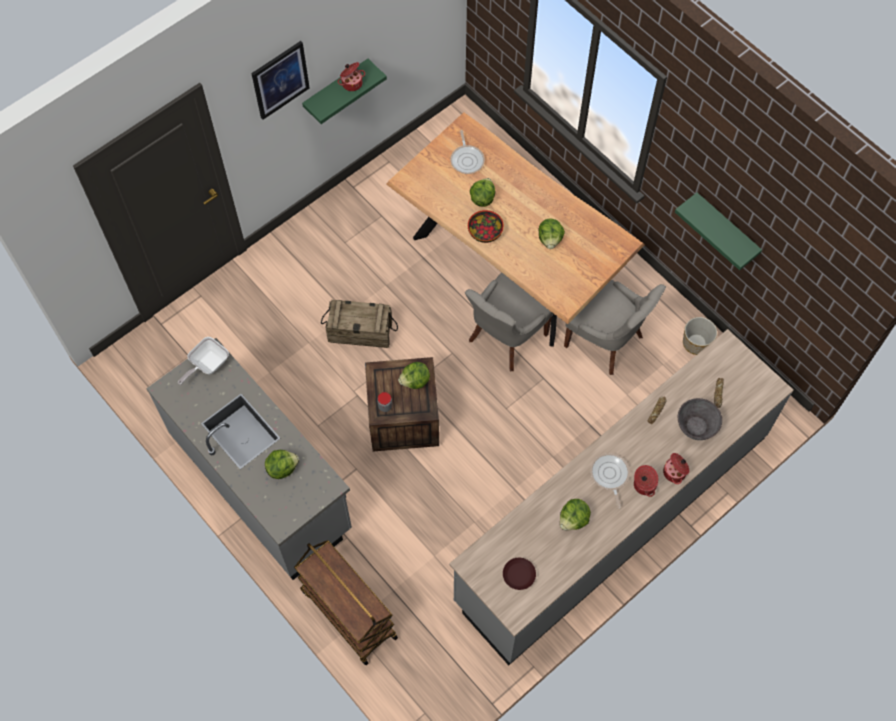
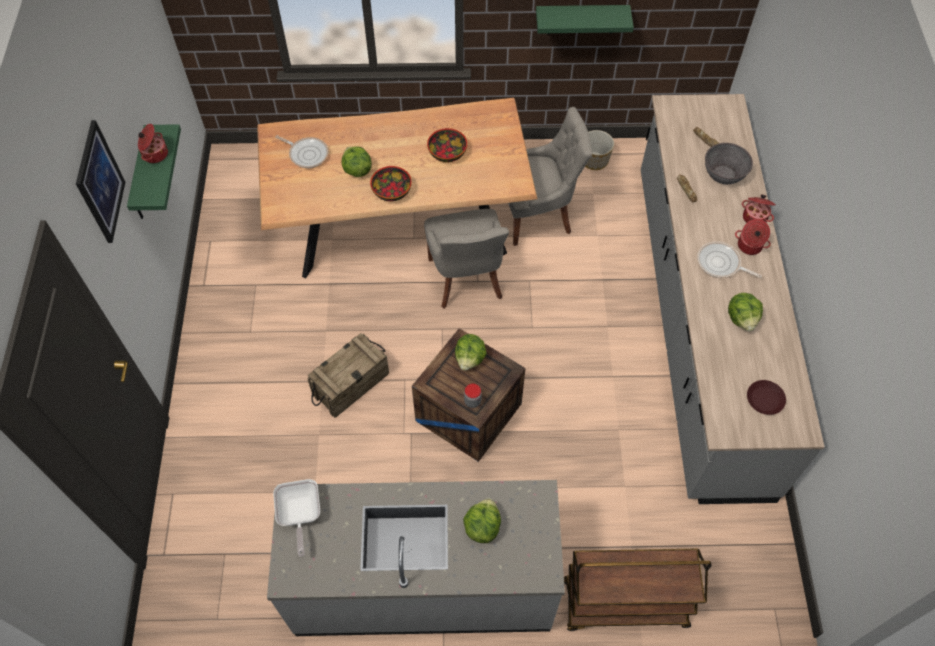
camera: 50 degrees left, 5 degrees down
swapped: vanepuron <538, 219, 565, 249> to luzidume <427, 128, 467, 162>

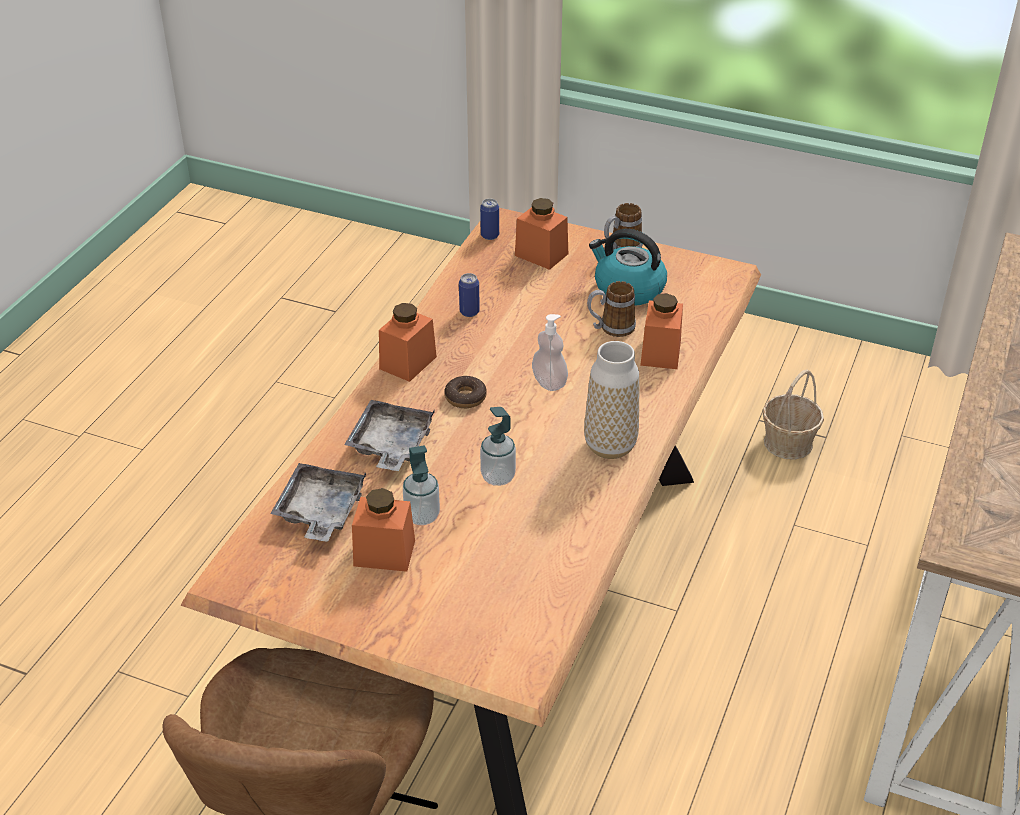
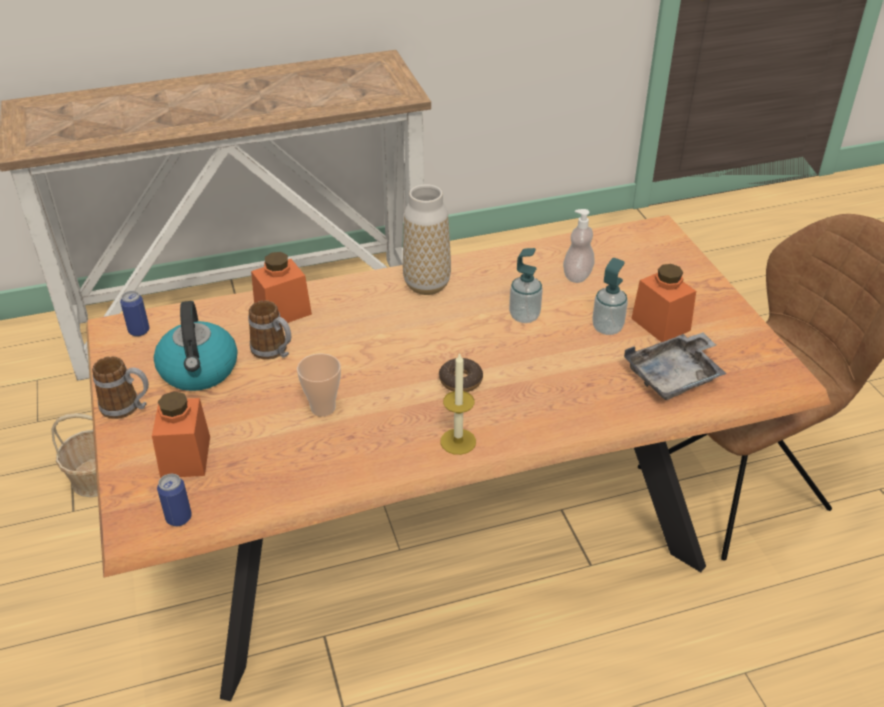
camera: 130 degrees left, 0 degrees up
gone: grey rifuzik <344, 400, 435, 471>
new: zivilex <297, 353, 341, 417>
shifted: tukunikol <459, 273, 480, 317> to <120, 291, 149, 336>; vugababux <532, 314, 568, 391> to <563, 209, 595, 283>
swapped: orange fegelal <379, 303, 437, 382> to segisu <440, 352, 476, 455>

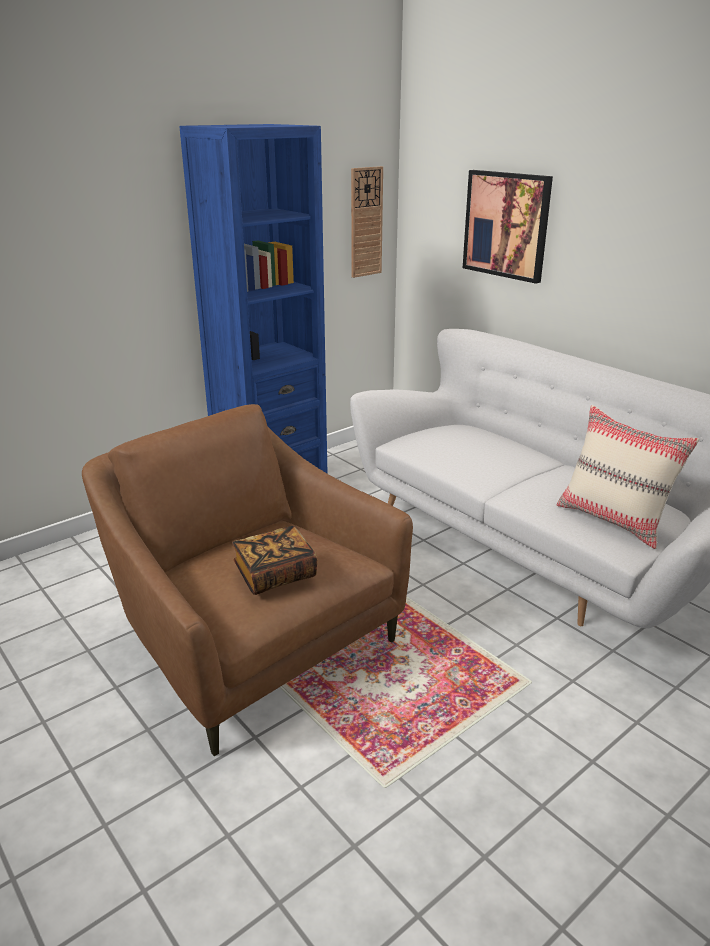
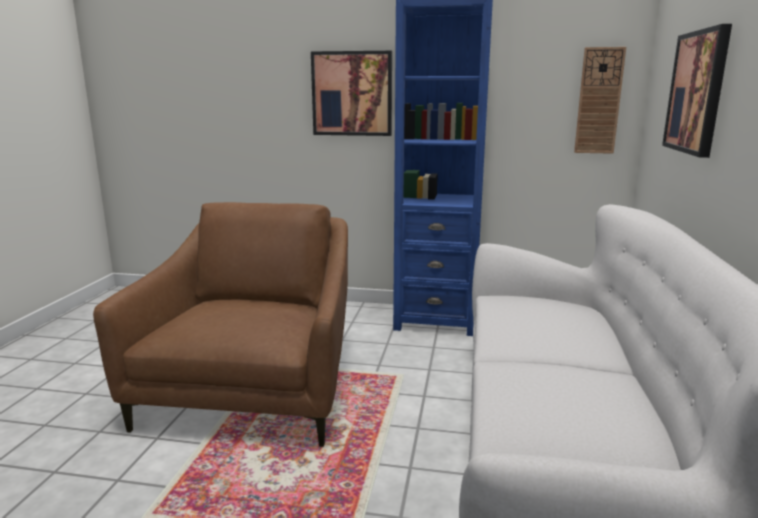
camera: 50 degrees right, 10 degrees down
gone: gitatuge <232, 526, 317, 595>; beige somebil <557, 405, 699, 549>
new: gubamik <311, 51, 392, 136>

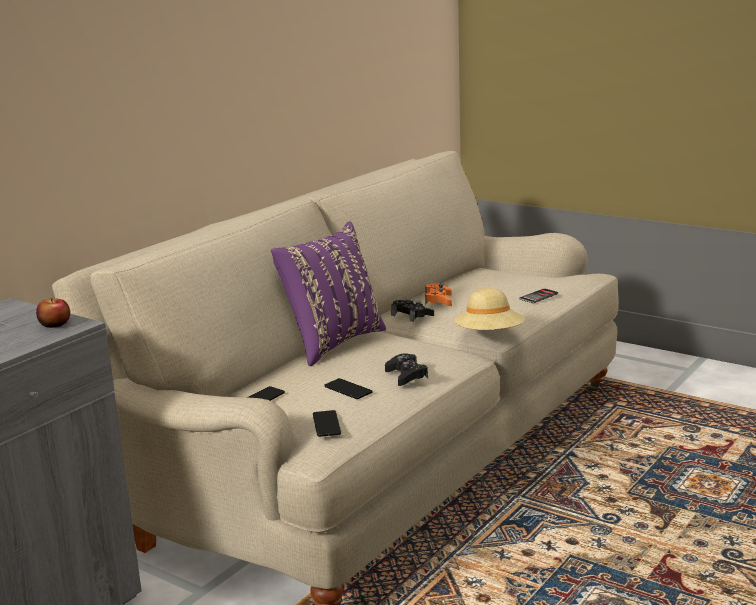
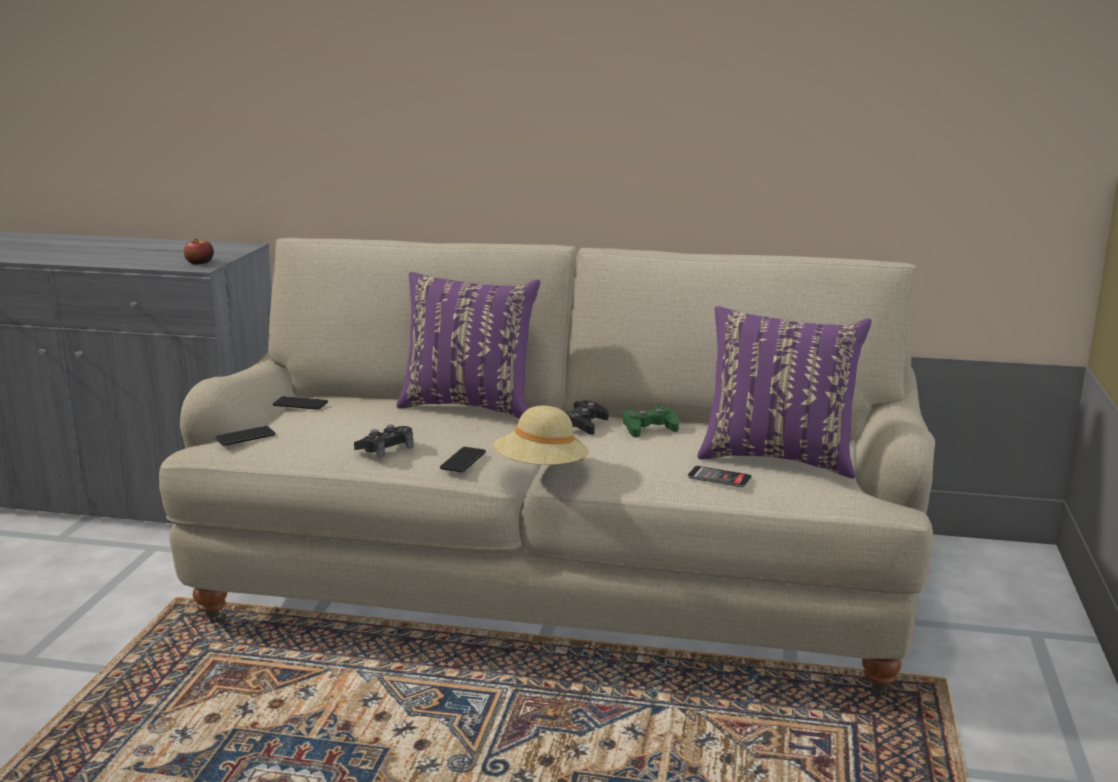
camera: 65 degrees right, 0 degrees up
new: purple somebil <697, 306, 871, 479>
shifted: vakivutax <324, 378, 373, 399> to <440, 447, 486, 472>
repainted: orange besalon <425, 283, 452, 306> to green besalon <623, 406, 679, 438>

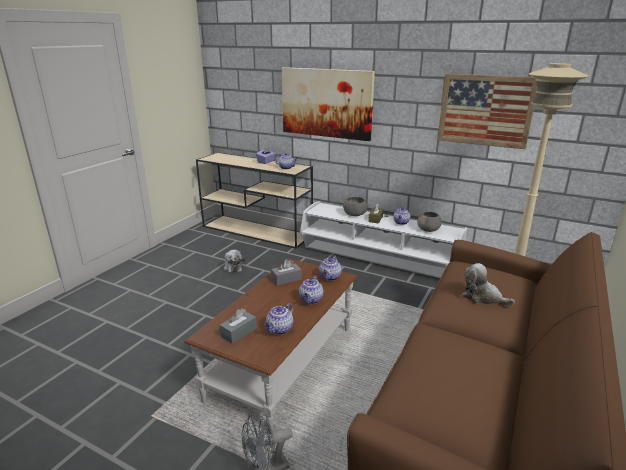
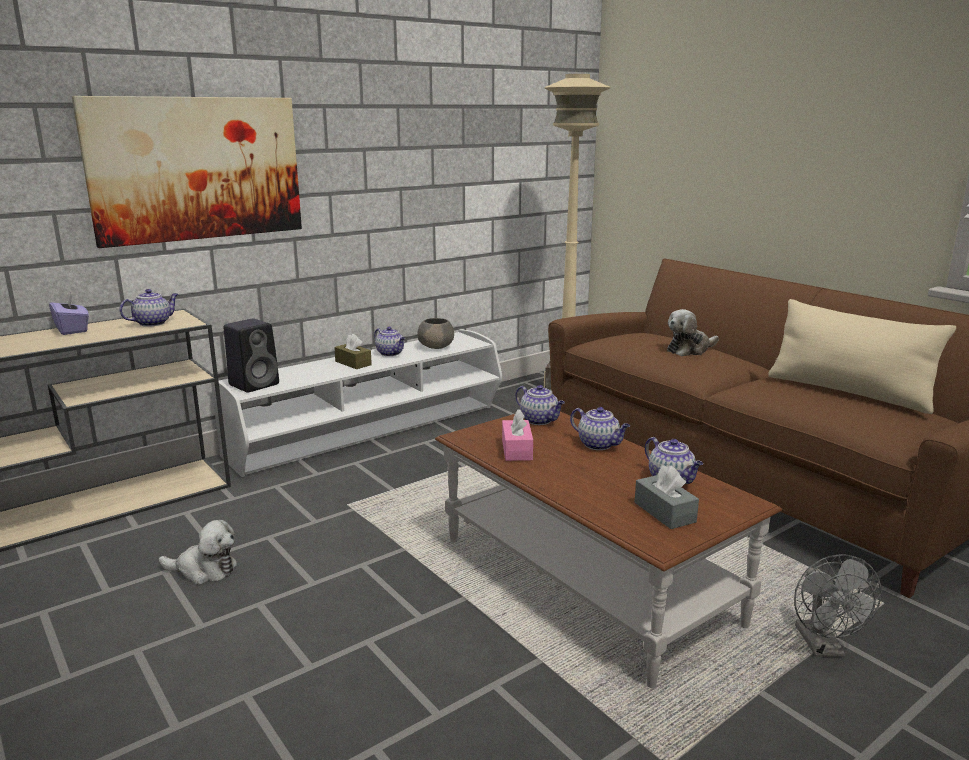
camera: 65 degrees left, 5 degrees down
gone: grey luzidume <343, 197, 368, 216>; gubamik <438, 74, 537, 149>
new: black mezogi <224, 318, 279, 392>; beige somebil <768, 299, 956, 414>
repainted: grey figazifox <271, 259, 302, 286> to pink figazifox <502, 410, 533, 461>

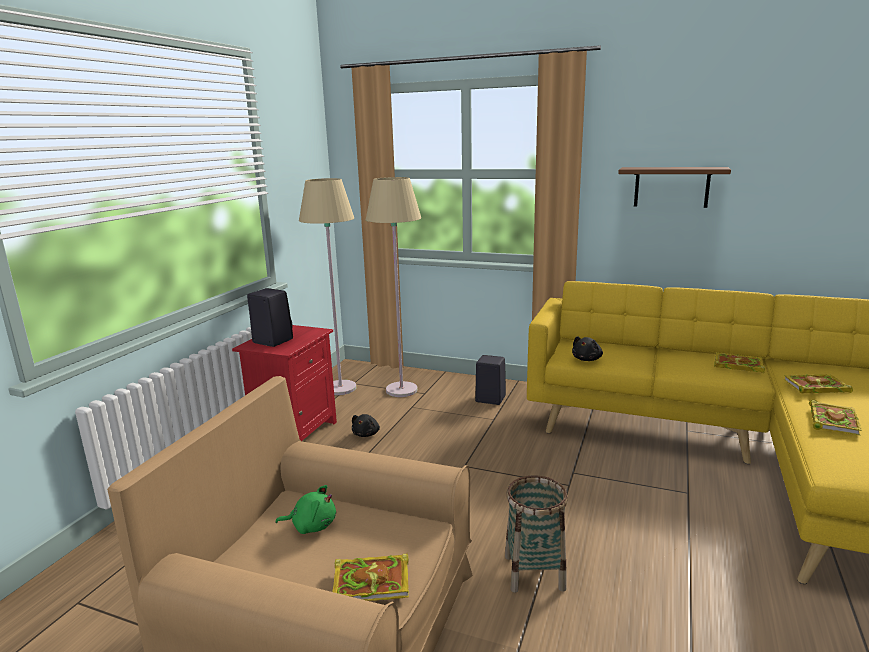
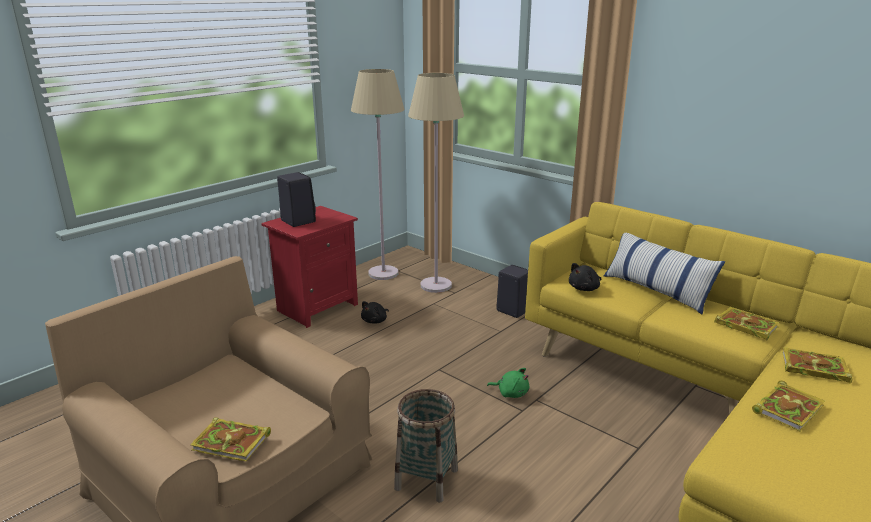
camera: 20 degrees right, 5 degrees up
gone: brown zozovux <618, 167, 731, 208>
new: somebil <604, 233, 725, 314>
shifted: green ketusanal <275, 485, 336, 534> to <487, 368, 529, 398>

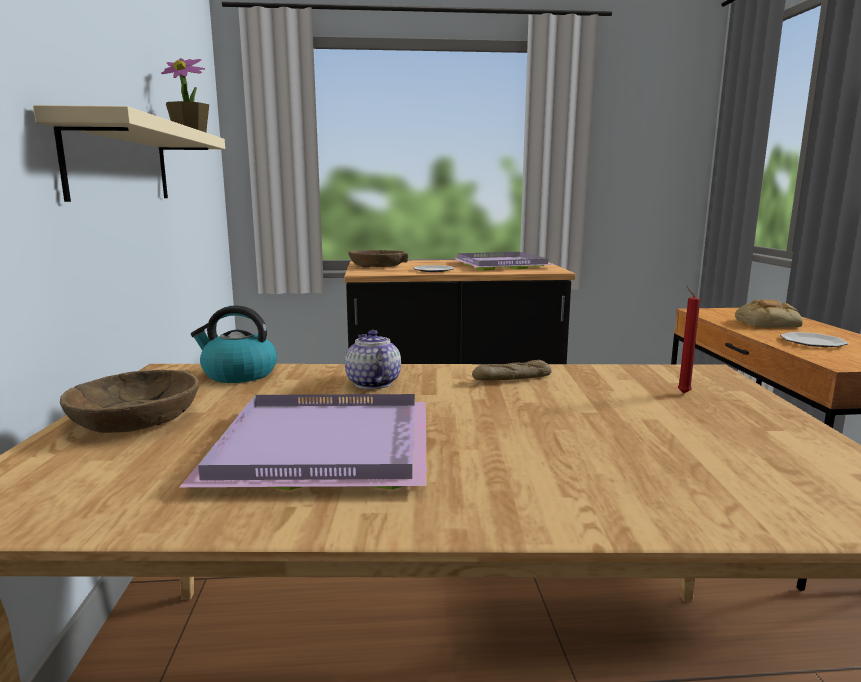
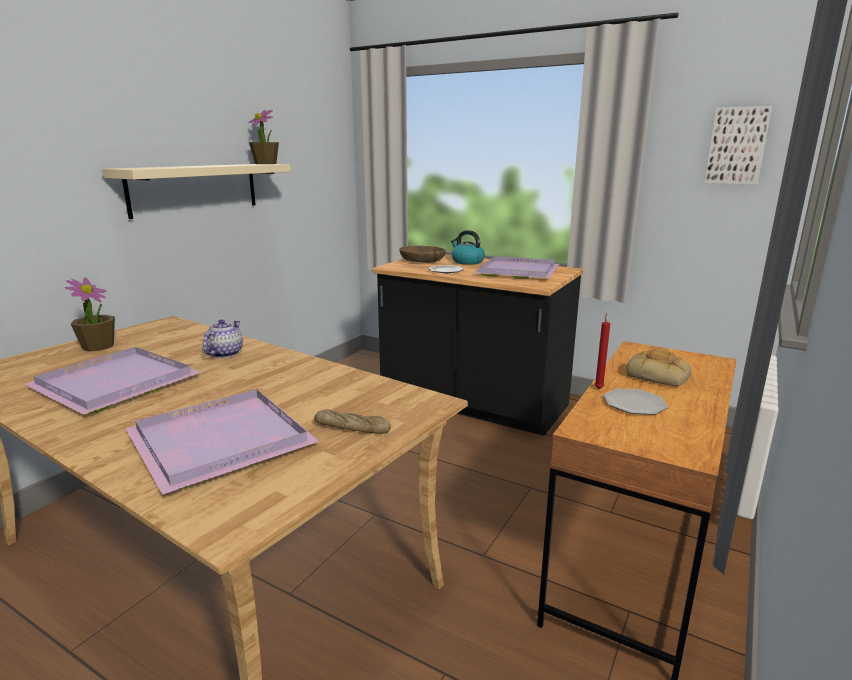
camera: 35 degrees right, 5 degrees up
new: purple rifuzik <126, 389, 319, 495>; gubamik <705, 106, 772, 185>
shifted: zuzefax <472, 360, 552, 381> to <314, 409, 391, 434>; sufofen <191, 305, 277, 383> to <451, 230, 485, 265>; red segisu <677, 286, 700, 393> to <594, 313, 610, 389>
swapped: brown luzidume <60, 370, 199, 433> to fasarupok <65, 278, 115, 351>

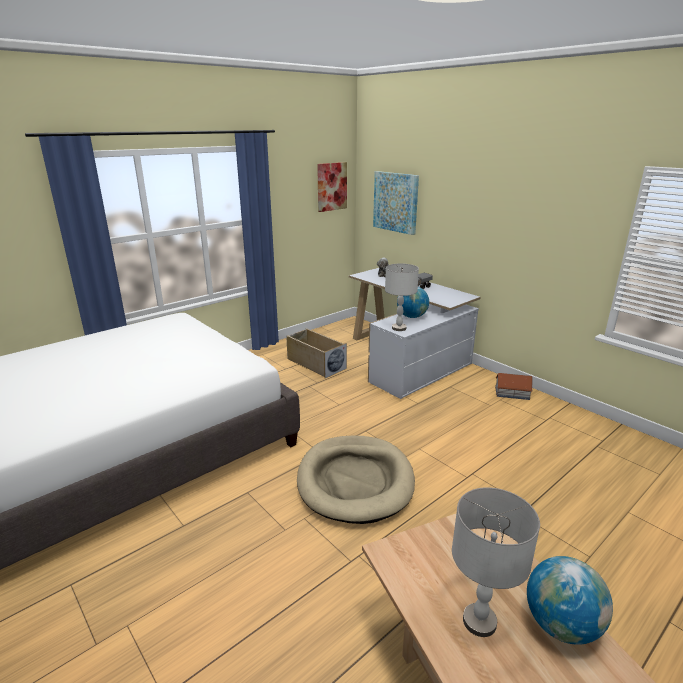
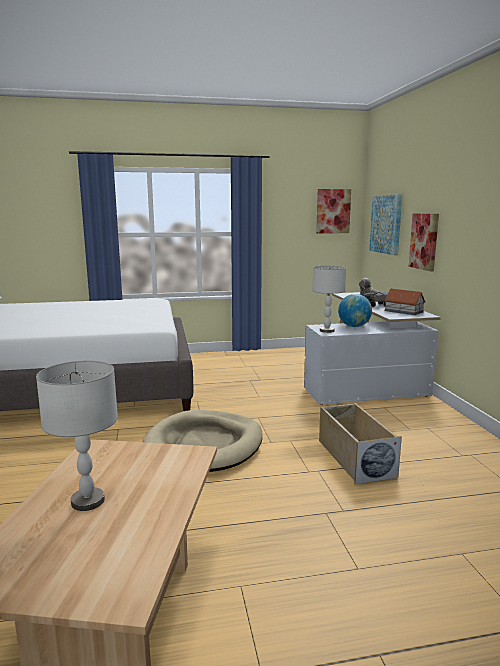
camera: 30 degrees right, 10 degrees down
gone: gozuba <527, 556, 613, 645>
new: gubamik <408, 214, 439, 271>
shifted: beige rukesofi <286, 328, 347, 378> to <319, 403, 402, 485>; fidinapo <495, 373, 533, 400> to <384, 289, 426, 315>

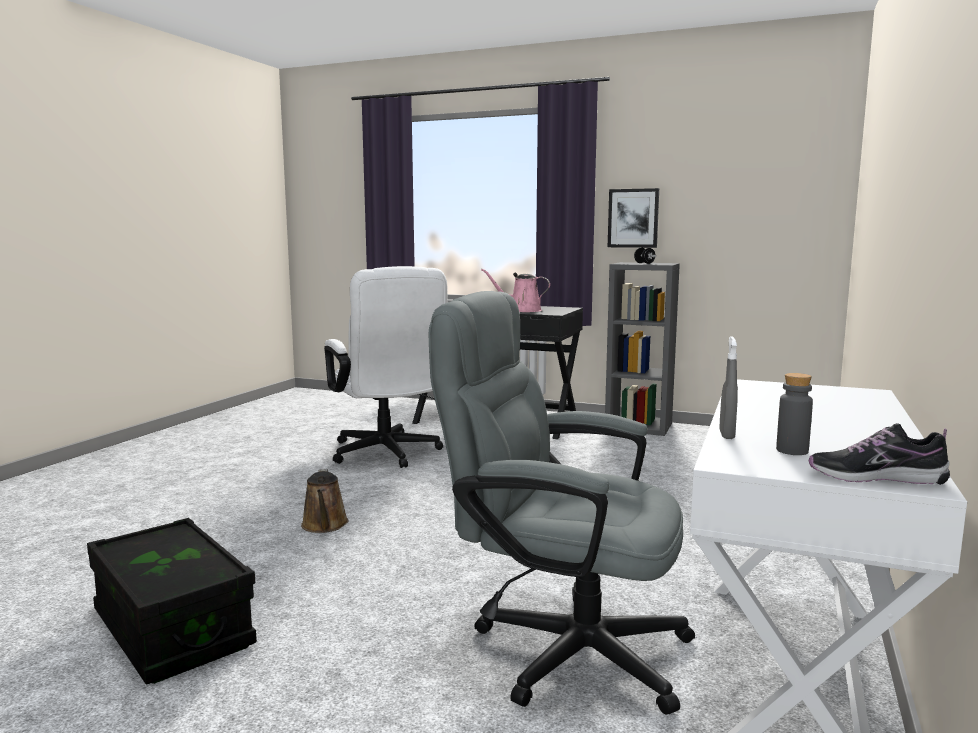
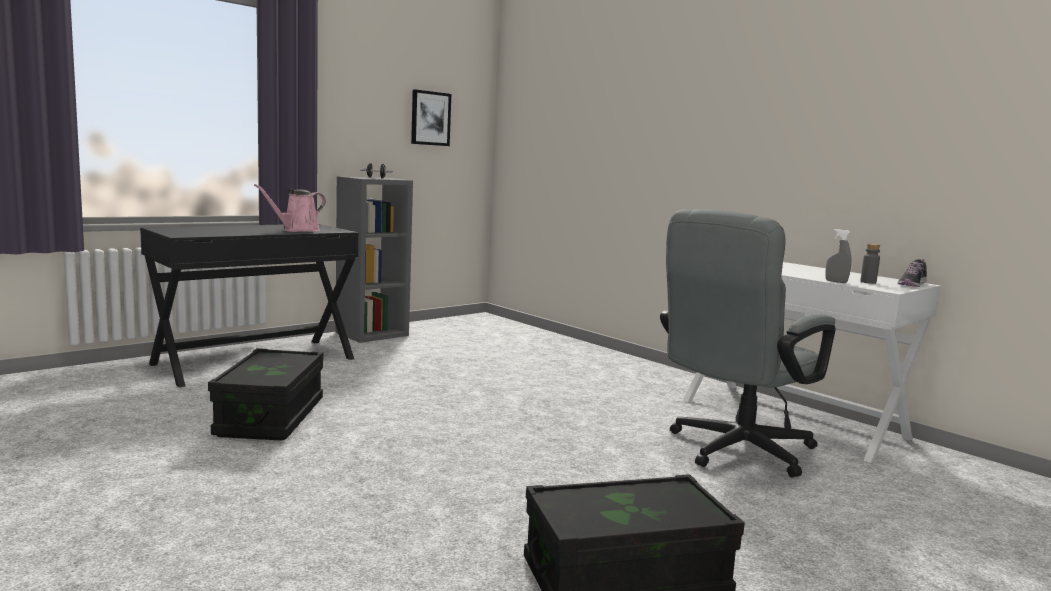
camera: 65 degrees left, 0 degrees up
gone: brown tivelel <301, 469, 348, 533>
shifted: gubamik <608, 188, 659, 248> to <411, 89, 451, 146>
swapped: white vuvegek <324, 266, 448, 468> to black rukesofi <208, 348, 323, 441>

